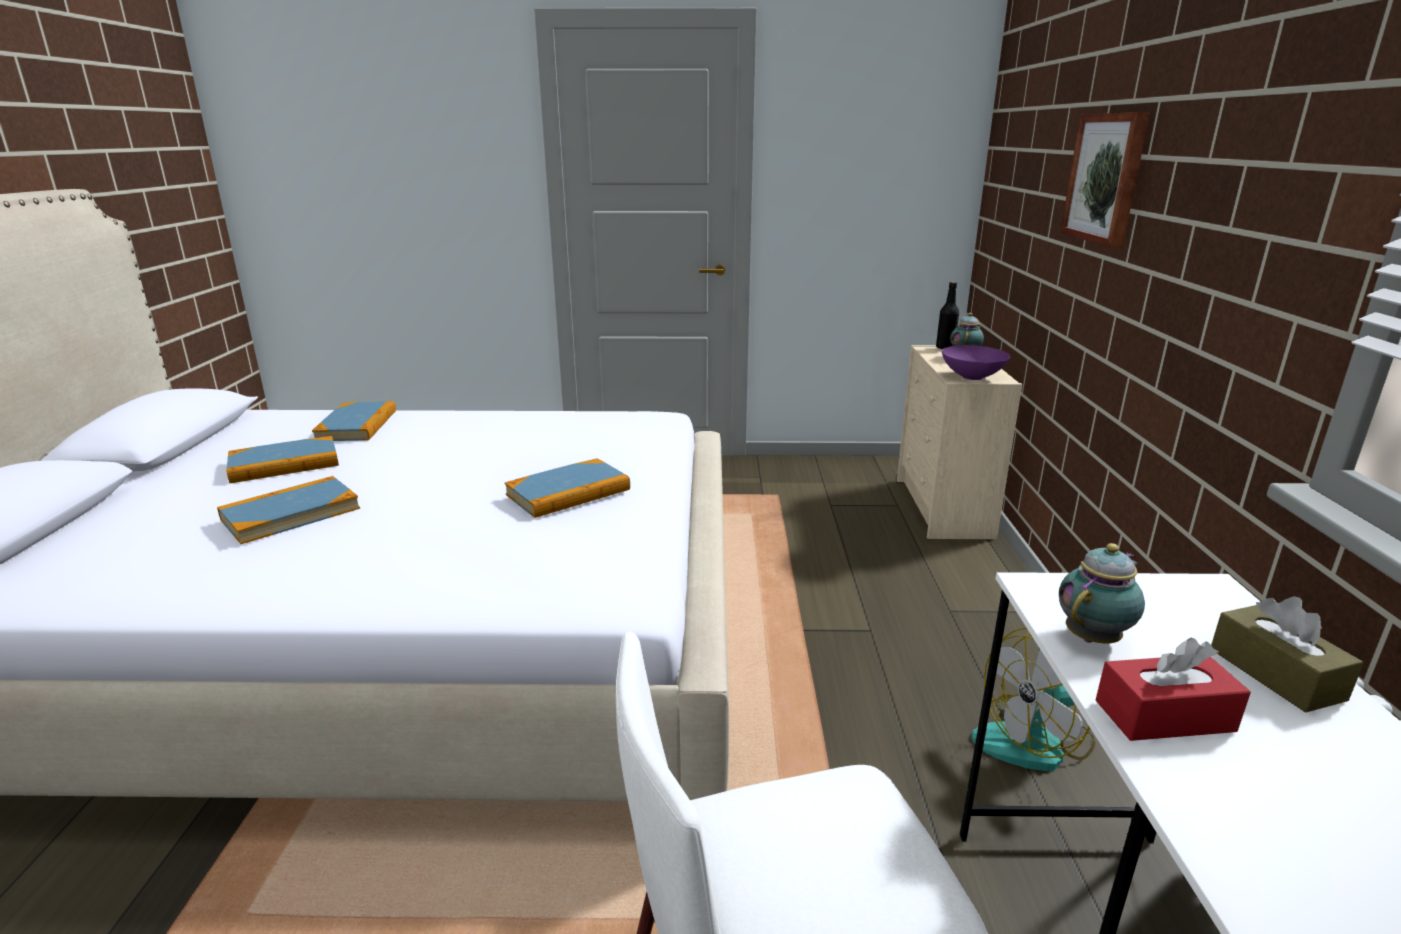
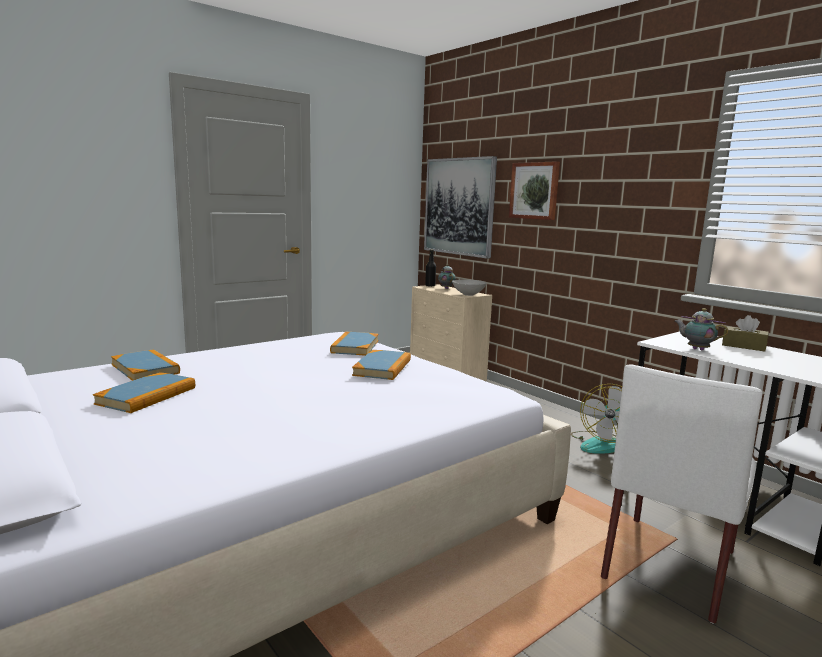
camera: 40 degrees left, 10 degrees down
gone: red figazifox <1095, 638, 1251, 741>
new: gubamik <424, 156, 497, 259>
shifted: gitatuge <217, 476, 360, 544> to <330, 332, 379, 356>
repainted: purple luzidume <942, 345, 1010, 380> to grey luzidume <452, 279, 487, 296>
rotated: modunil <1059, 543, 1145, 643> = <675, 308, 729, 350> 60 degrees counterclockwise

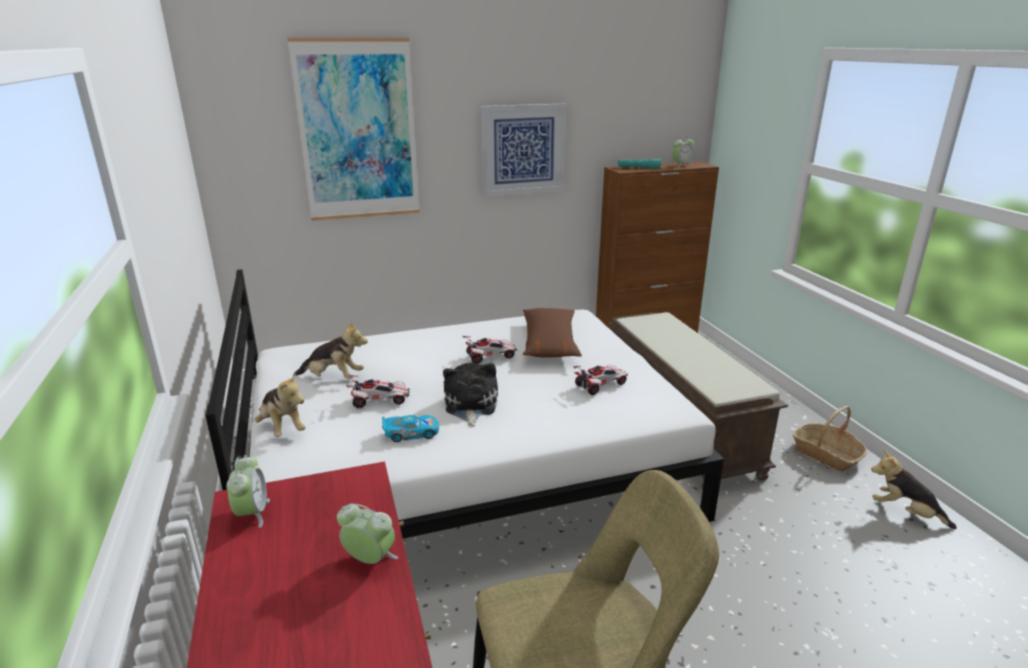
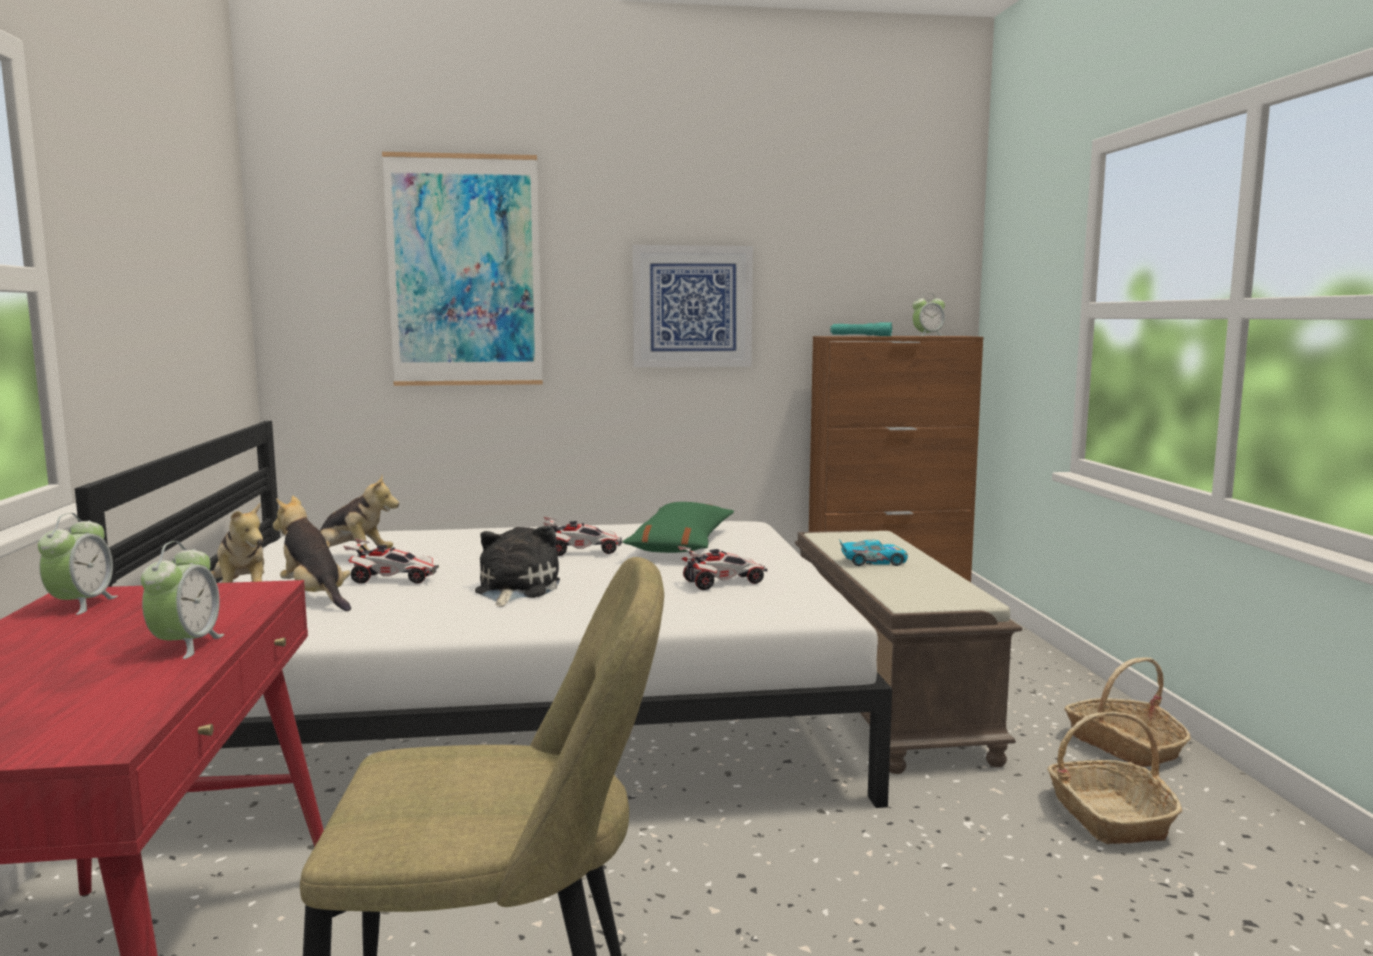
camera: 10 degrees right, 15 degrees down
new: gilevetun <1047, 712, 1182, 844>
shifted: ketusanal <871, 450, 957, 529> to <273, 496, 351, 611>; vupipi <382, 415, 439, 442> to <839, 539, 908, 566>
repainted: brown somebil <523, 308, 582, 357> to green somebil <623, 502, 734, 553>
rotated: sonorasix <337, 504, 398, 564> = <141, 541, 224, 659> 60 degrees clockwise

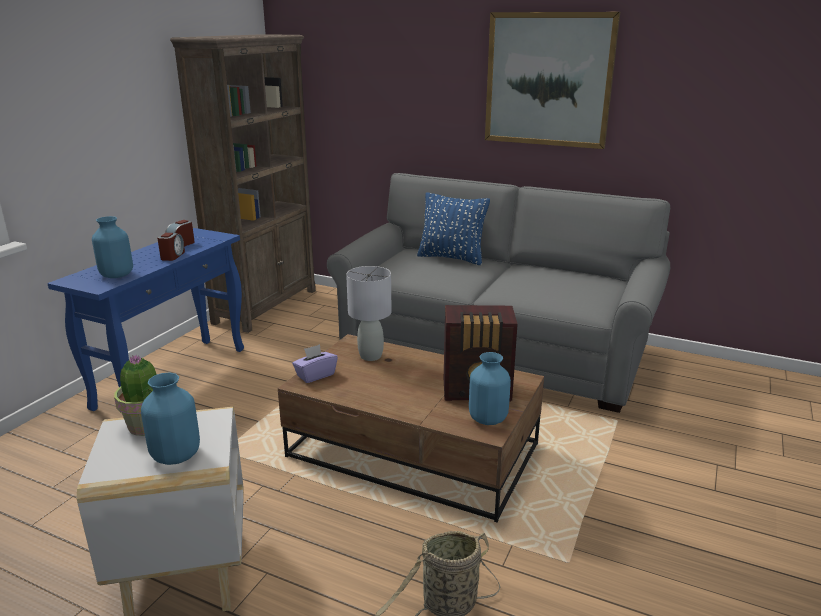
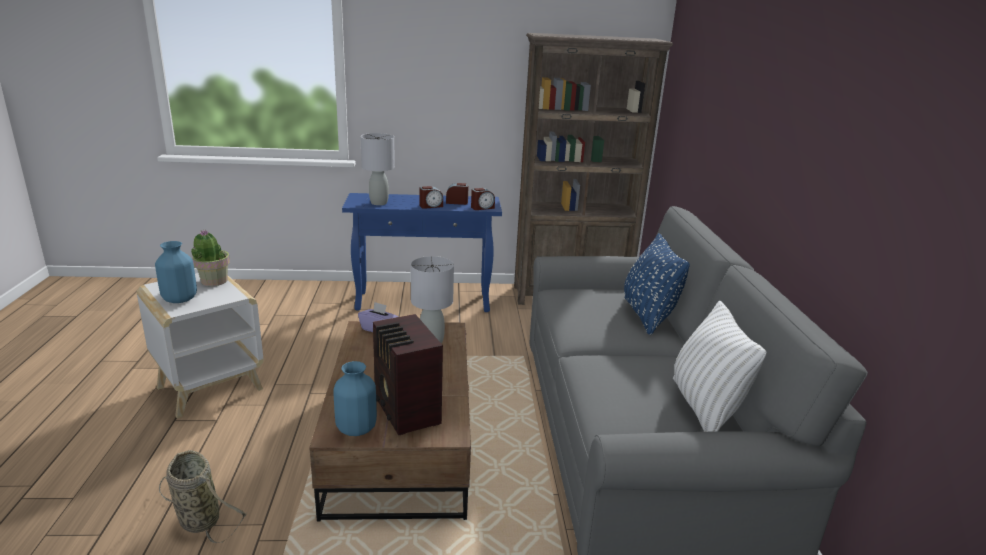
camera: 60 degrees right, 0 degrees up
gone: gubamik <485, 12, 620, 149>
new: sonorasix <471, 188, 495, 210>; white somebil <673, 300, 767, 432>
swapped: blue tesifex <92, 216, 133, 278> to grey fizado <360, 133, 395, 205>

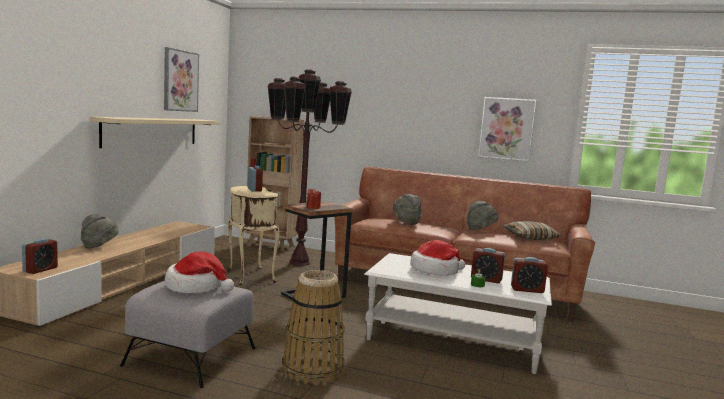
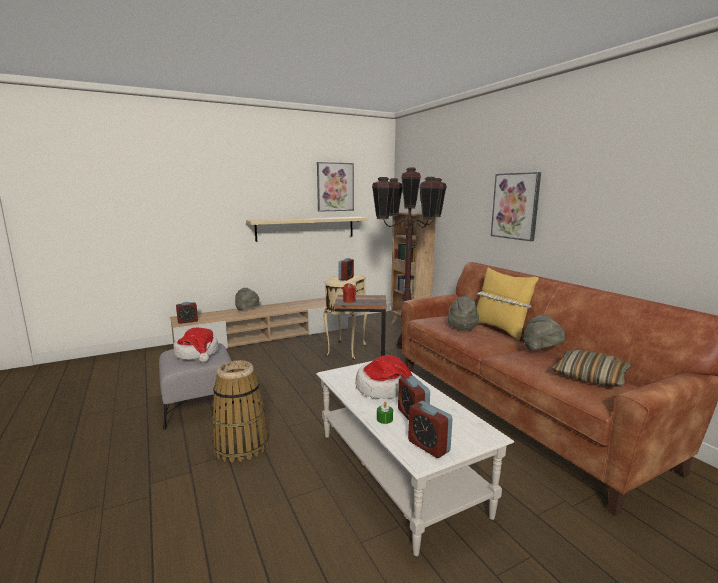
camera: 45 degrees right, 5 degrees up
new: yellow somebil <476, 267, 538, 341>
shifted: gubamik <478, 97, 536, 161> to <491, 172, 541, 241>

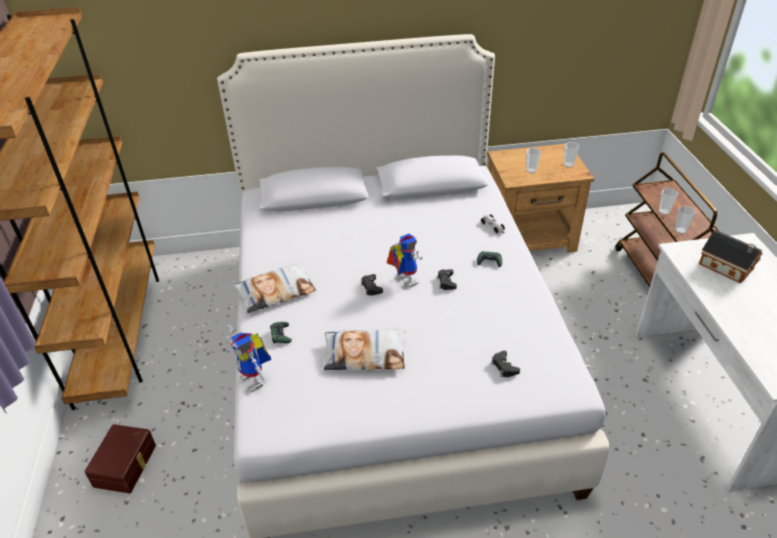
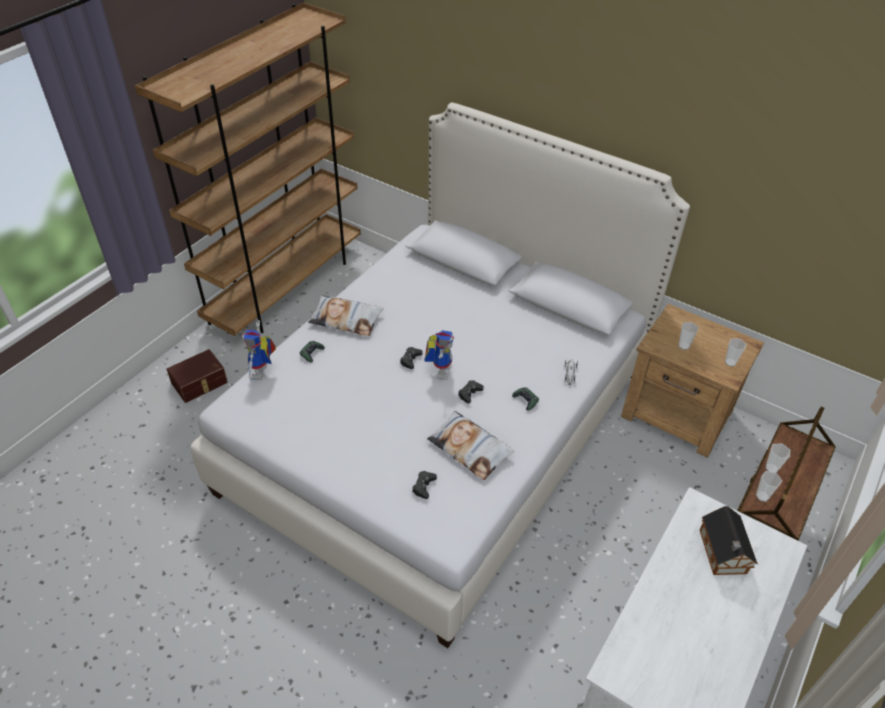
camera: 40 degrees right, 5 degrees up
shifted: somebil <324, 330, 406, 370> to <427, 411, 514, 480>

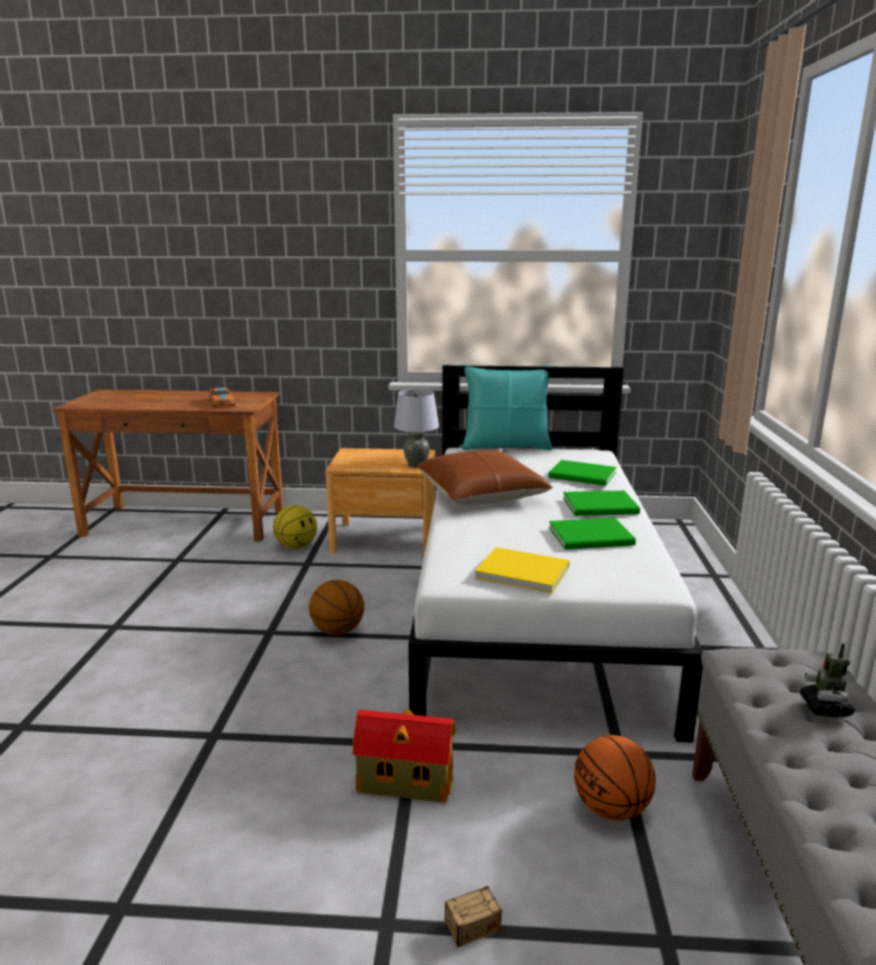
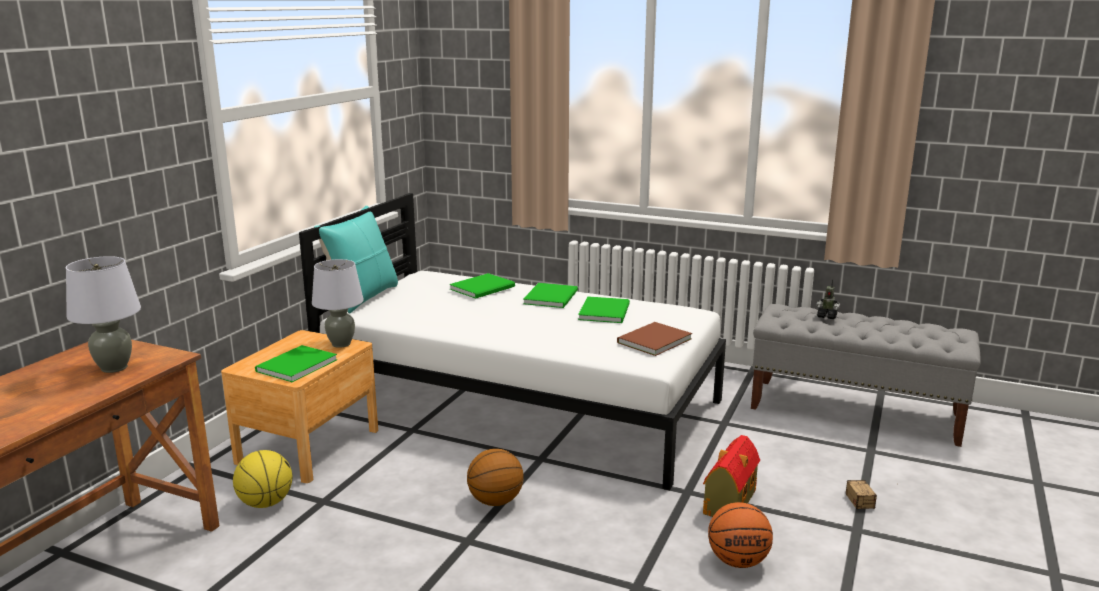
camera: 70 degrees left, 0 degrees up
gone: brown somebil <417, 450, 553, 505>
new: green gitatuge <255, 345, 337, 382>
shifted: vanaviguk <574, 735, 656, 821> to <708, 502, 773, 568>
swapped: vupipi <209, 387, 235, 407> to grey fizado <66, 256, 141, 373>
repainted: yellow gitatuge <475, 547, 570, 593> to brown gitatuge <617, 322, 692, 356>

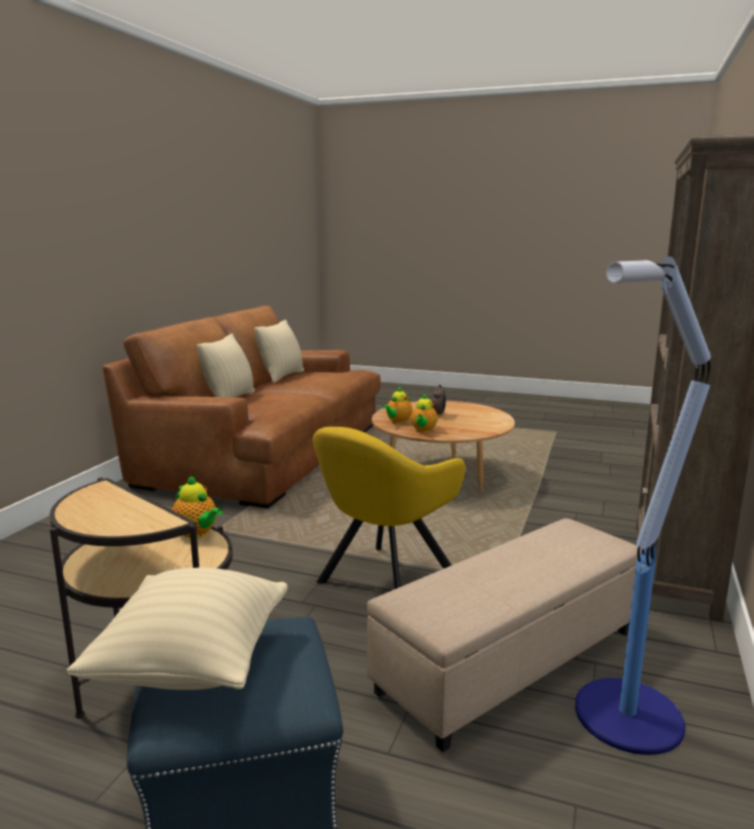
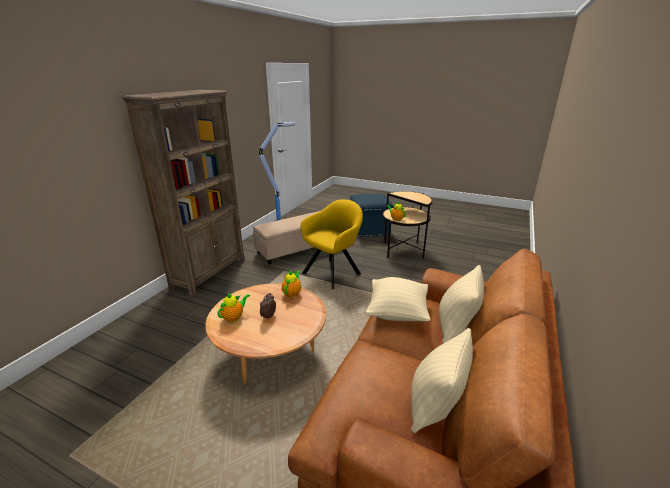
camera: 175 degrees left, 10 degrees up
shifted: modunil <382, 386, 412, 424> to <218, 293, 250, 323>; beige somebil <67, 568, 288, 690> to <366, 277, 430, 321>

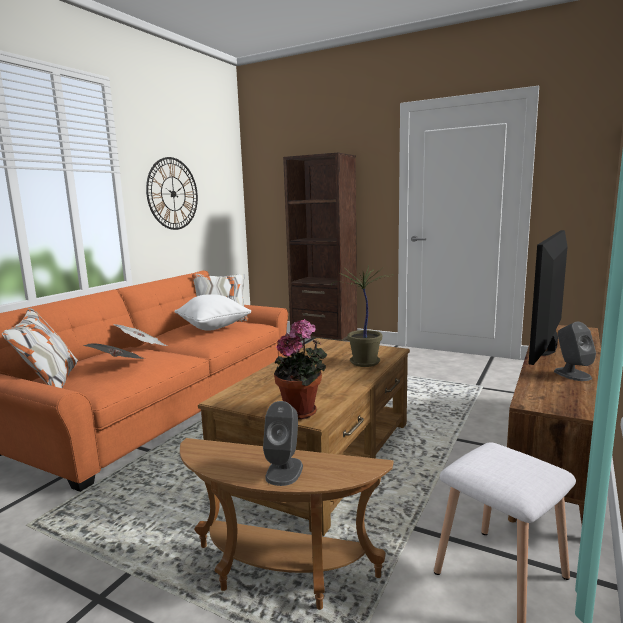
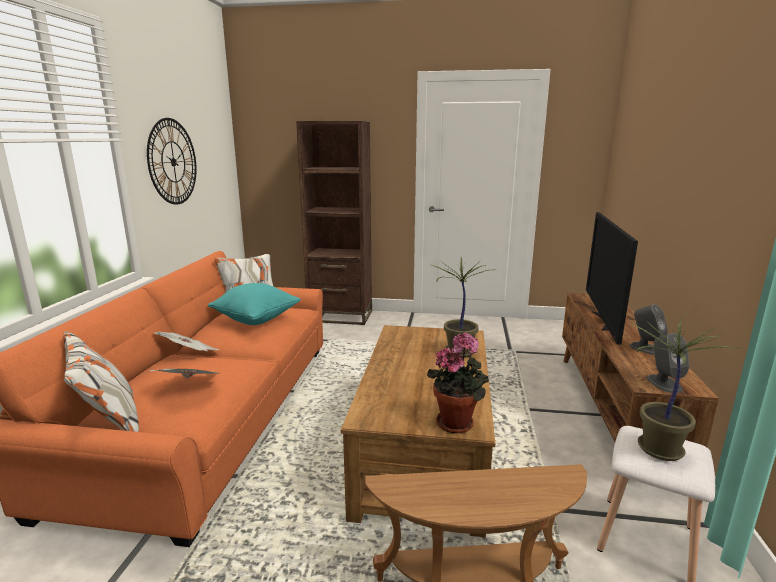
camera: 20 degrees left, 5 degrees up
new: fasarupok <631, 318, 740, 461>
shifted: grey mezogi <263, 401, 303, 486> to <647, 333, 690, 393>
repainted: white somebil <175, 294, 251, 331> to turquoise somebil <208, 283, 300, 325>

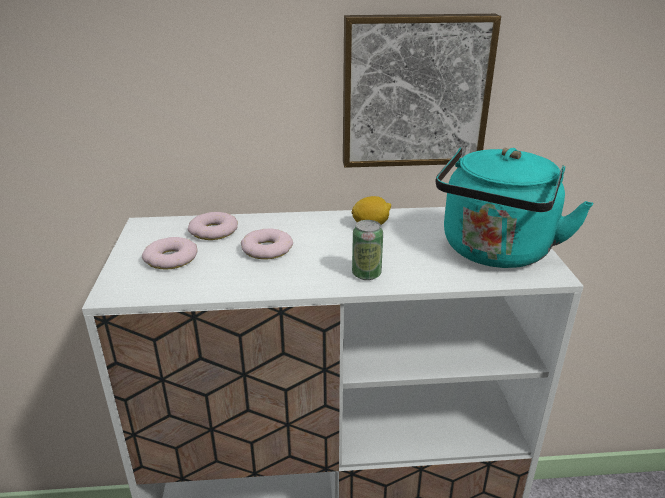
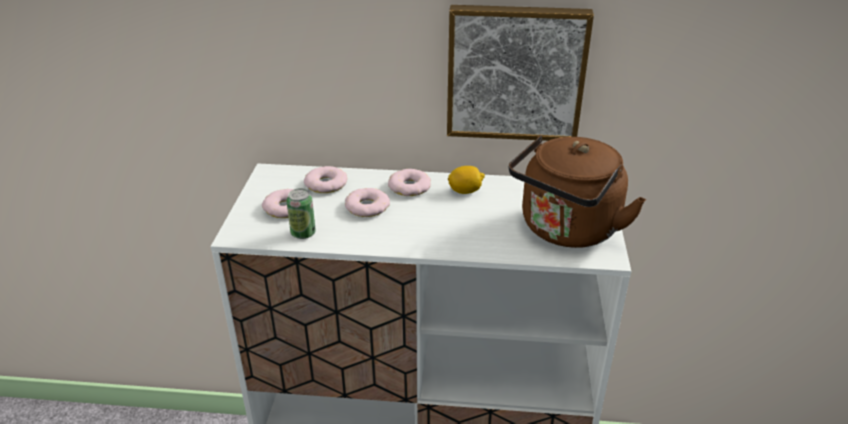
camera: 10 degrees right, 5 degrees up
new: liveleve <388, 169, 431, 196>
shifted: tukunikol <352, 220, 383, 280> to <286, 188, 316, 239>
repainted: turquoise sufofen <436, 147, 593, 268> to brown sufofen <509, 135, 646, 248>

